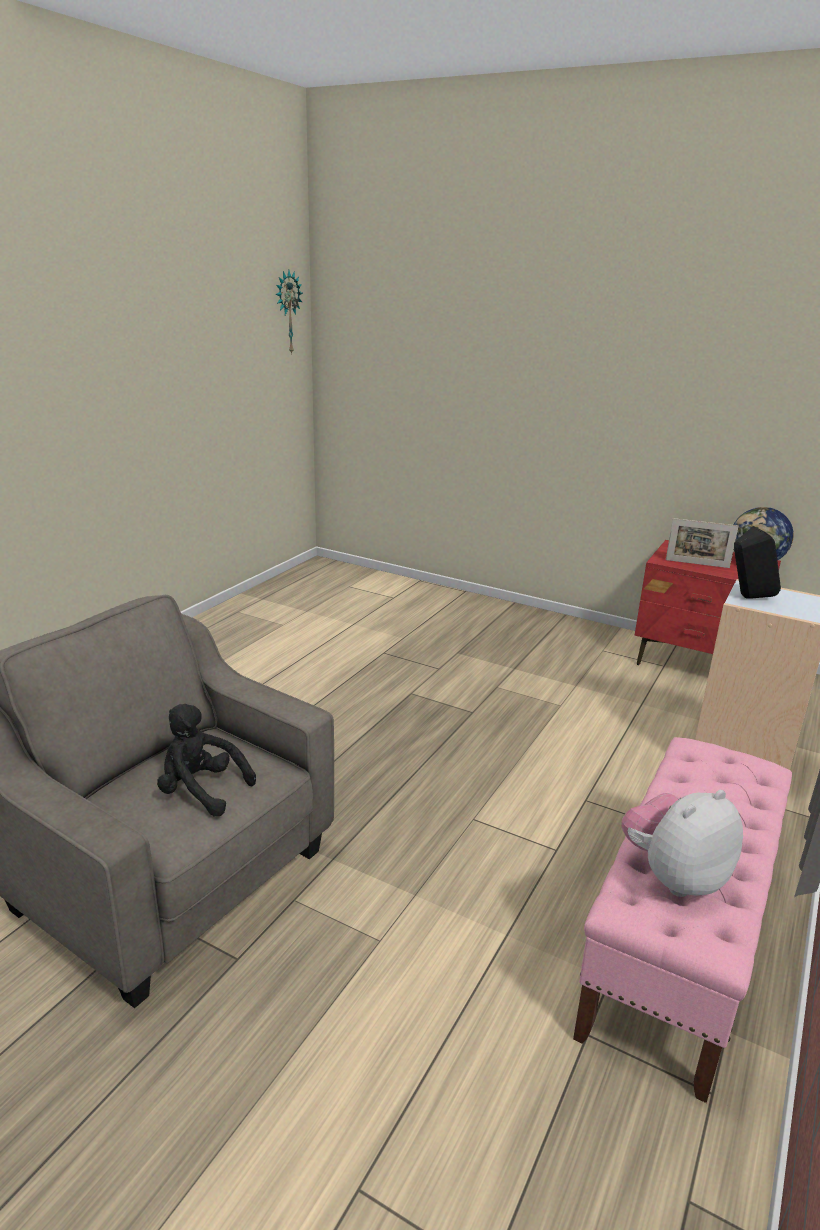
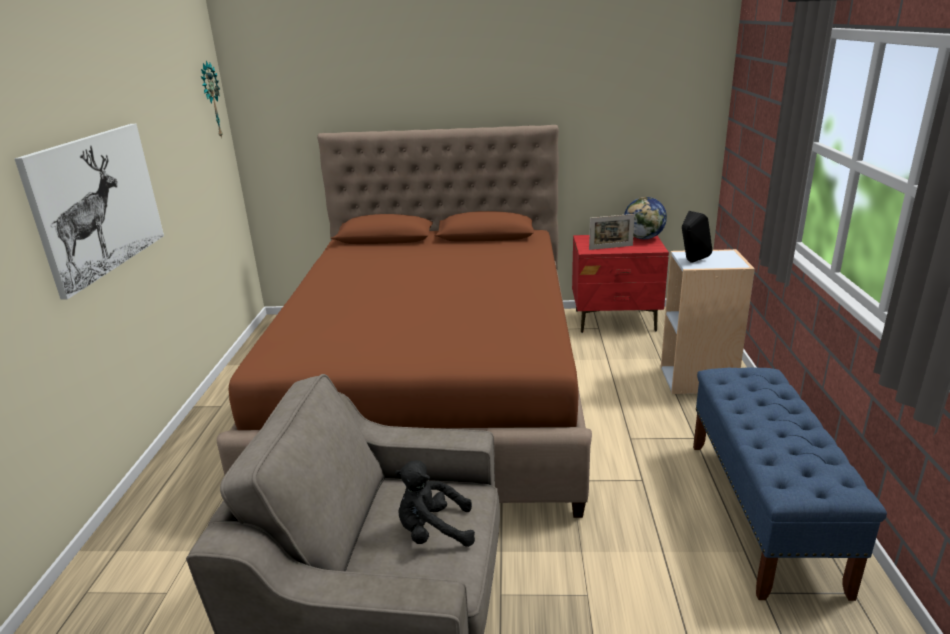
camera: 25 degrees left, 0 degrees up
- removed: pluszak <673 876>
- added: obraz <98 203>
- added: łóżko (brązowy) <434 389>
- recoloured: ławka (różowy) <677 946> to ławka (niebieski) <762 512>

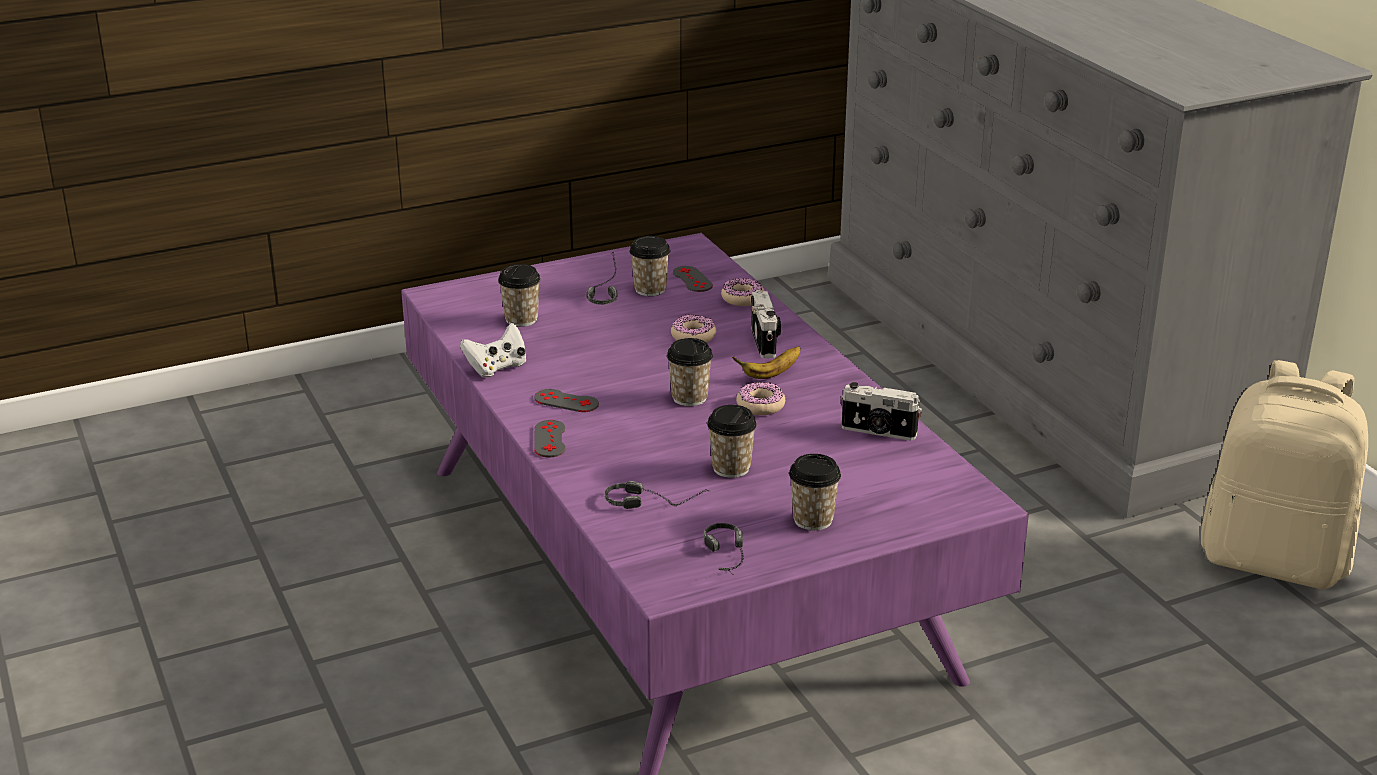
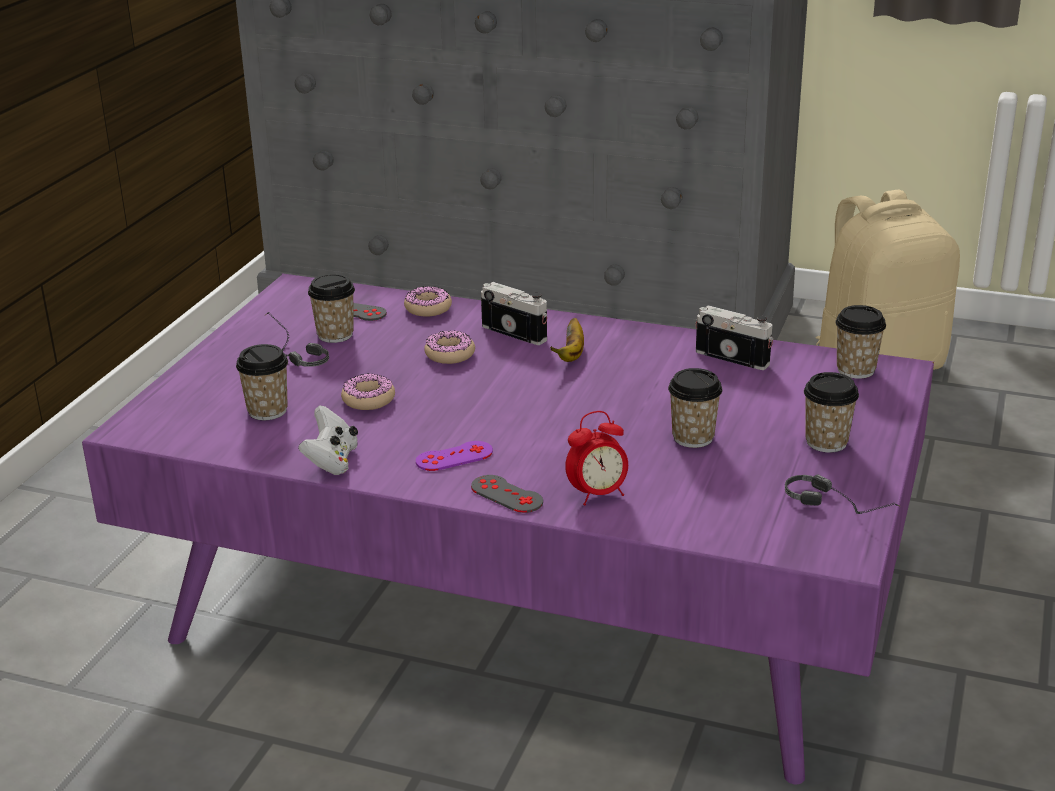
camera: 45 degrees left, 0 degrees up
- removed: słuchawki <658 502>
- added: budzik <597 494>
- moved: filiżanka <689 398> to <856 370>
- moved: donut <760 405> to <368 399>
- recoloured: pad do gier (szary) <566 401> to pad do gier (fioletowy) <454 456>
- turned: aparat fotograficzny <878 432> = <733 357> 120 degrees counterclockwise

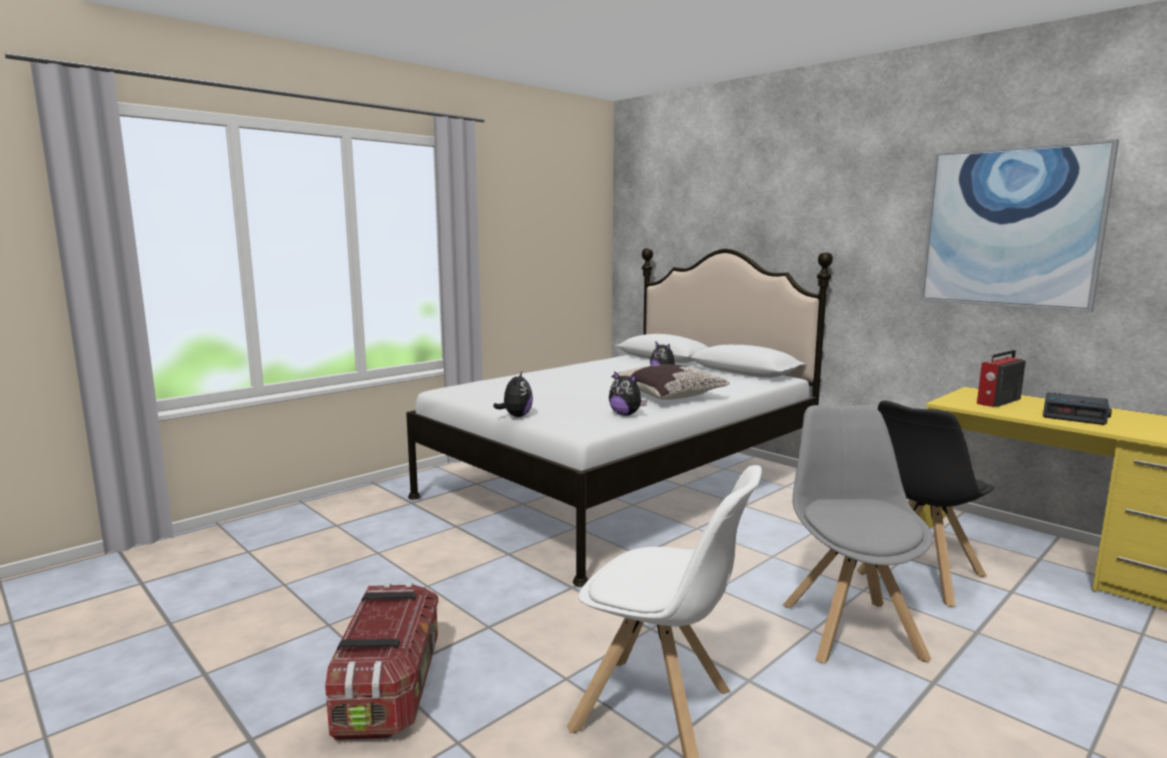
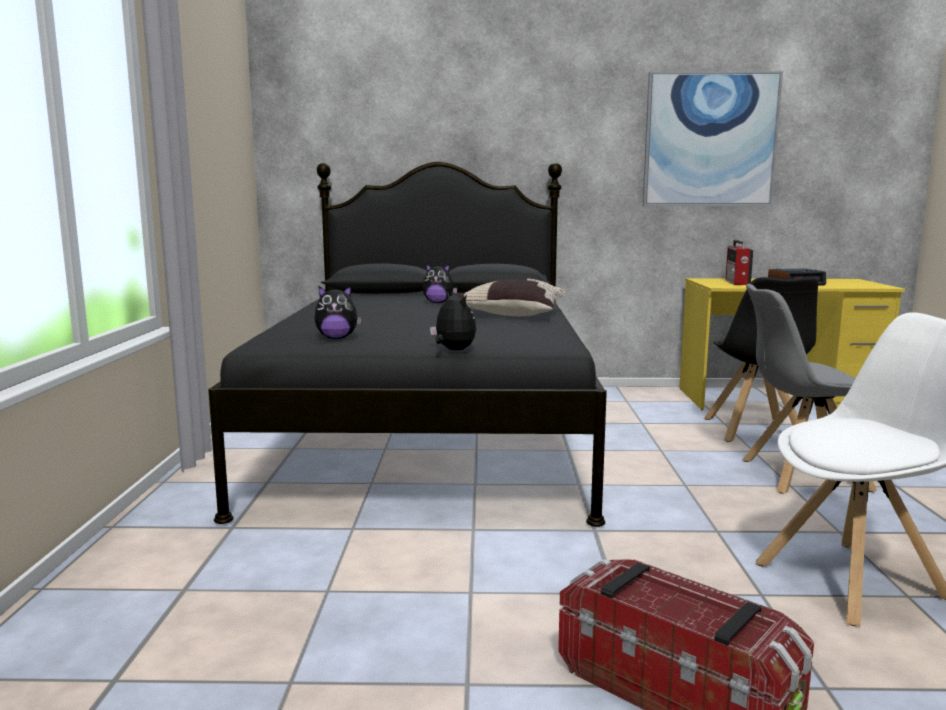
camera: 45 degrees left, 0 degrees up
- moved: pluszak <626 414> to <337 338>
- recoloured: łóżko (biały) <622 486> to łóżko (czarny) <430 438>
- turned: krzesło (szary) <848 626> = <799 475> 45 degrees counterclockwise

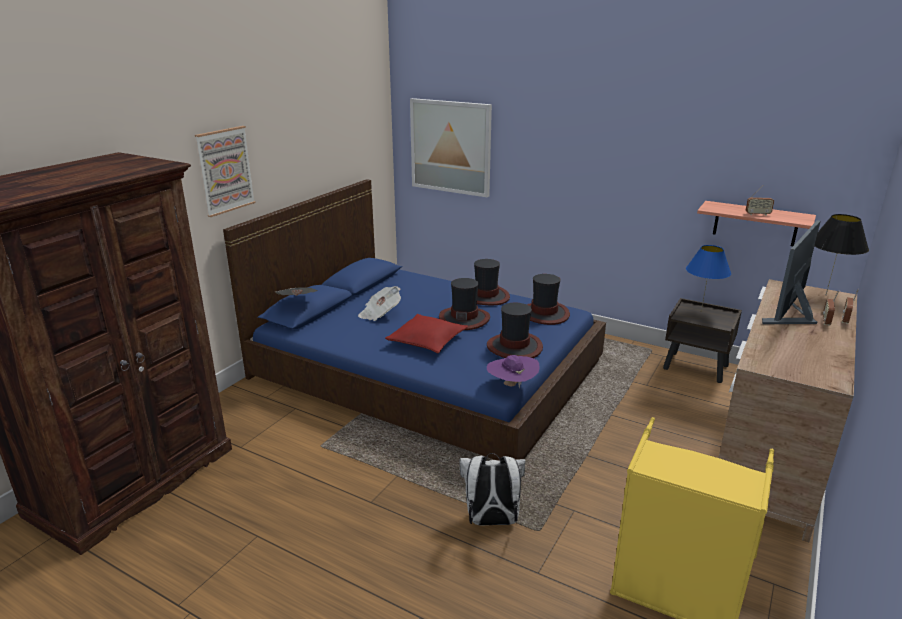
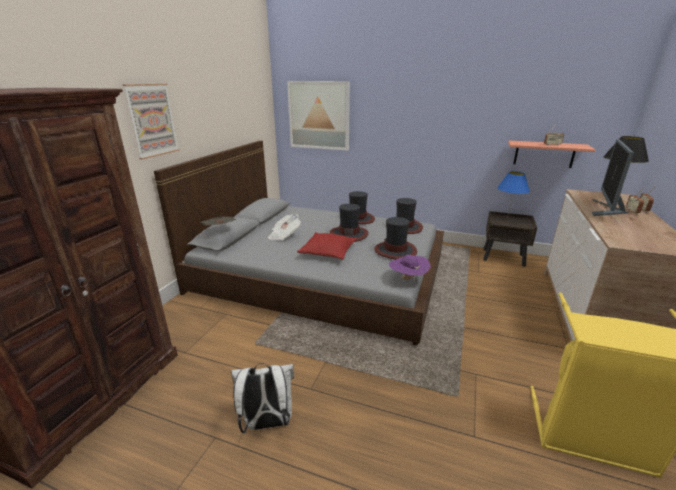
camera: 10 degrees left, 0 degrees up
- moved: plecak (biały) <491 521> to <267 423>
- recoloured: łóżko (niebieski) <427 368> to łóżko (szary) <321 274>

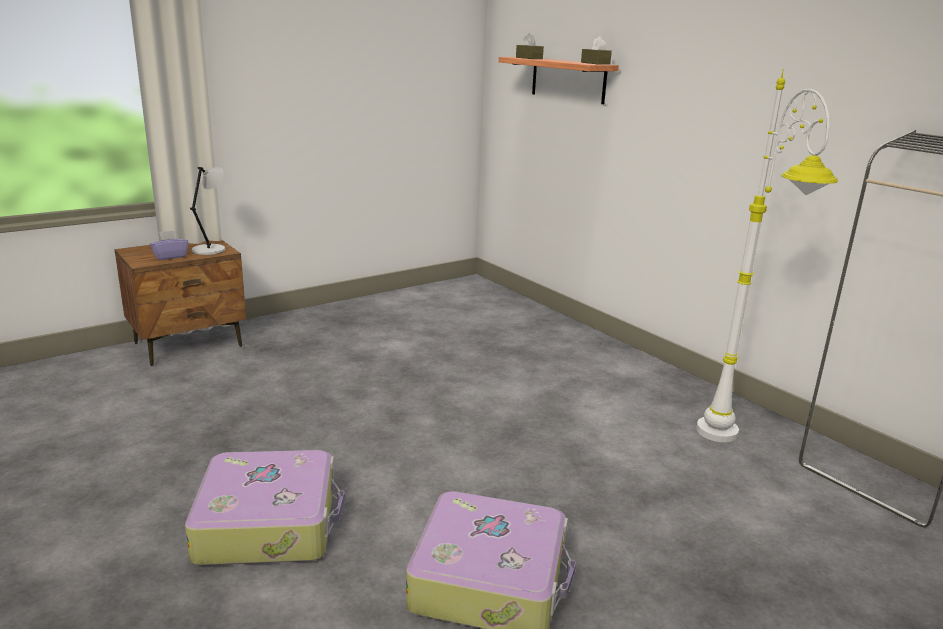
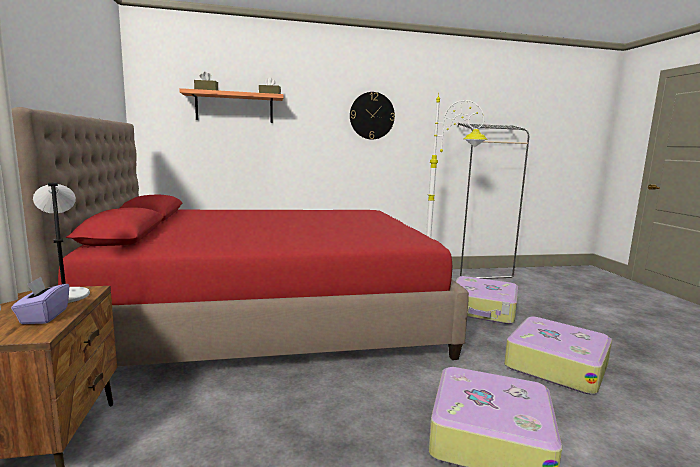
camera: 65 degrees left, 10 degrees down
- added: łóżko (czerwony) <268 318>
- added: zegar ścienny <372 116>
- added: walizka <483 310>

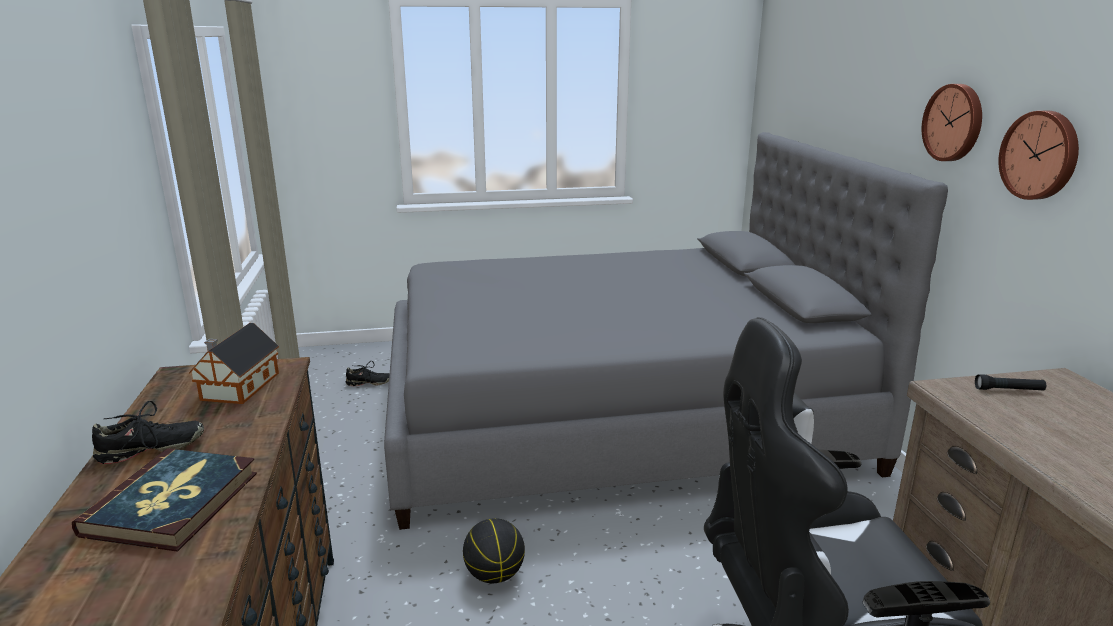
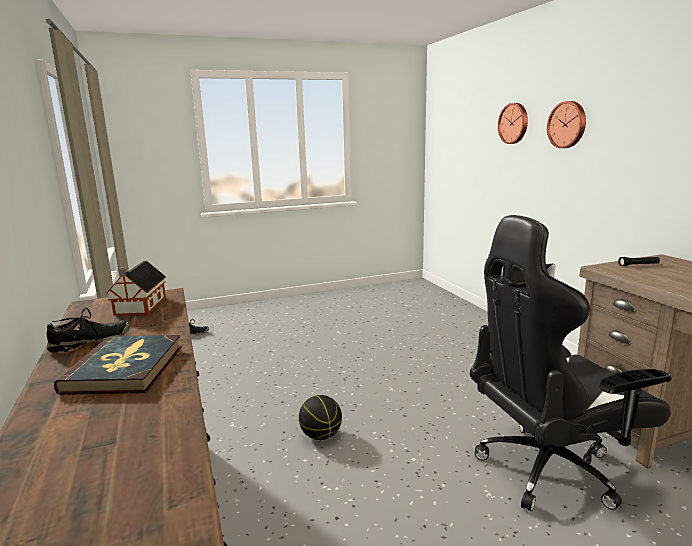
camera: 10 degrees left, 5 degrees down
- removed: łóżko (szary) <615 415>
- moved: zegar ścienny <1041 155> to <514 123>

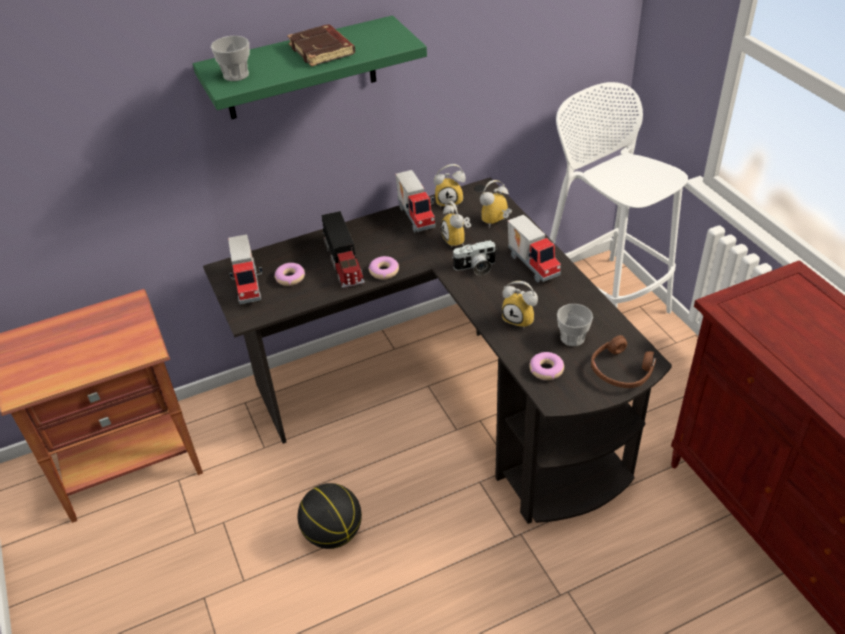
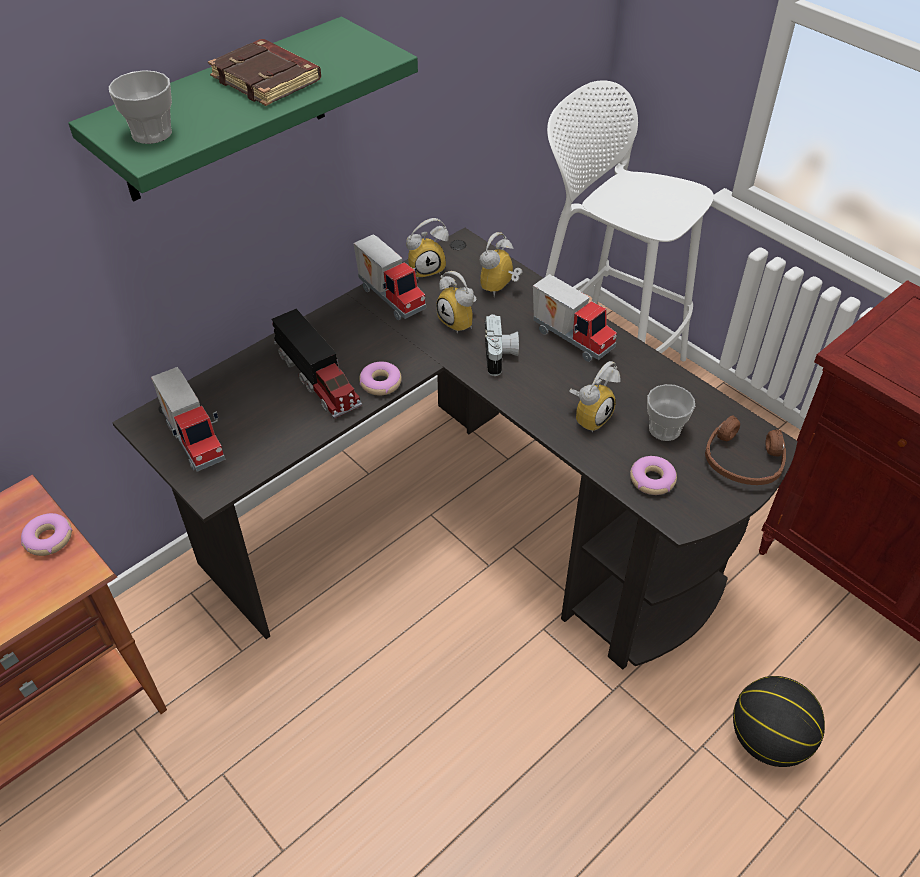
camera: 20 degrees left, 5 degrees up
- moved: donut <290 278> to <48 539>
- moved: piłka do koszykówki <333 533> to <768 739>
- turned: aparat fotograficzny <476 268> = <501 356> 60 degrees counterclockwise
- turned: budzik <521 319> = <589 416> 60 degrees counterclockwise

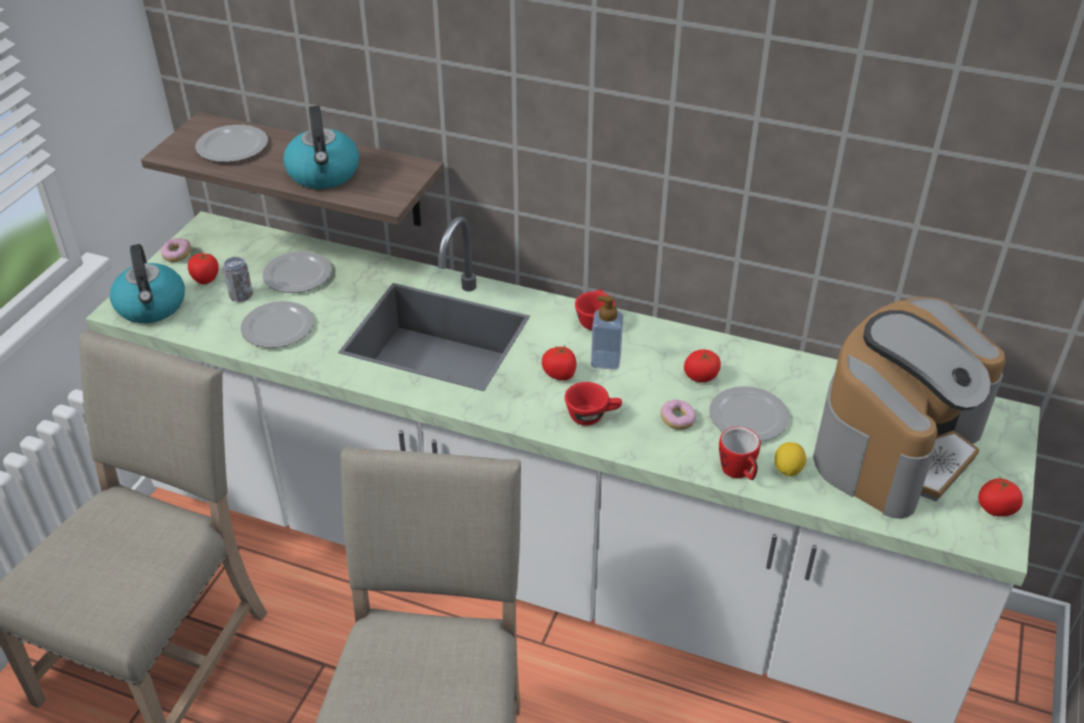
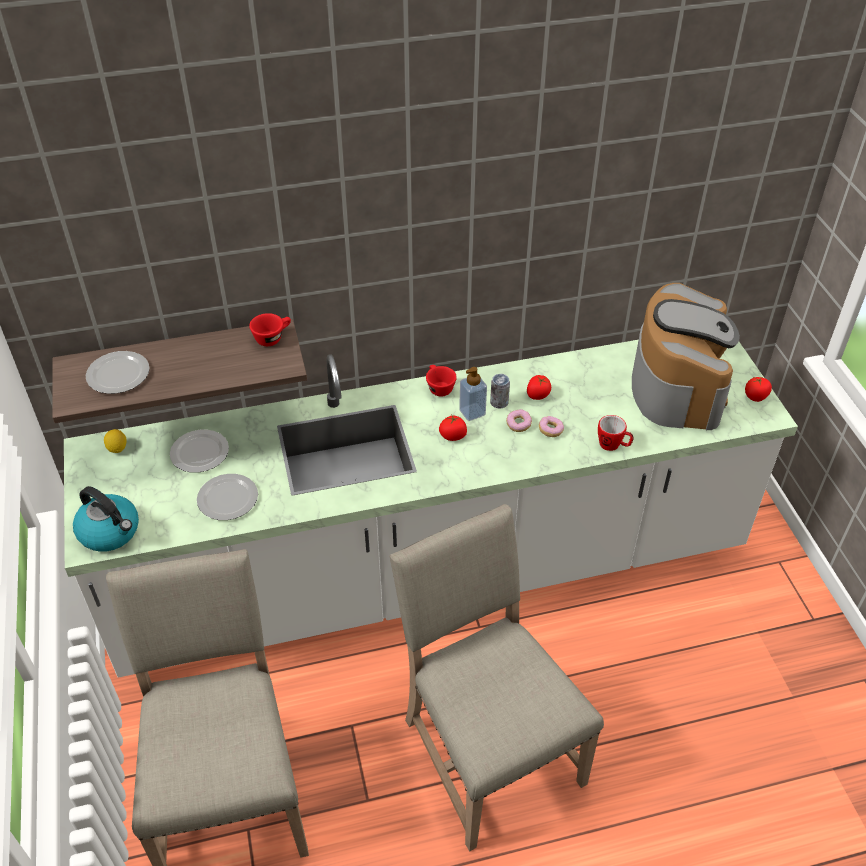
camera: 35 degrees left, 5 degrees up
- removed: pomidor <205 279>
- removed: czajnik <324 174>
- removed: talerz <748 418>
- moved: donut <177 255> to <518 425>
- moved: puszka <241 295> to <499 402>
- moved: filiżanka (czerwony) <592 416> to <272 337>
- moved: cytryna <788 469> to <117 448>

